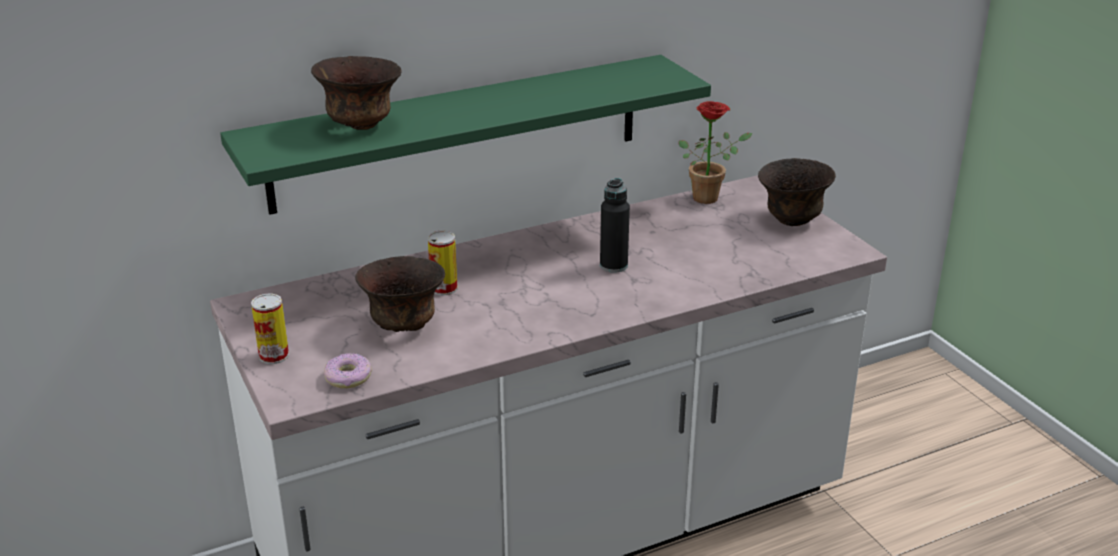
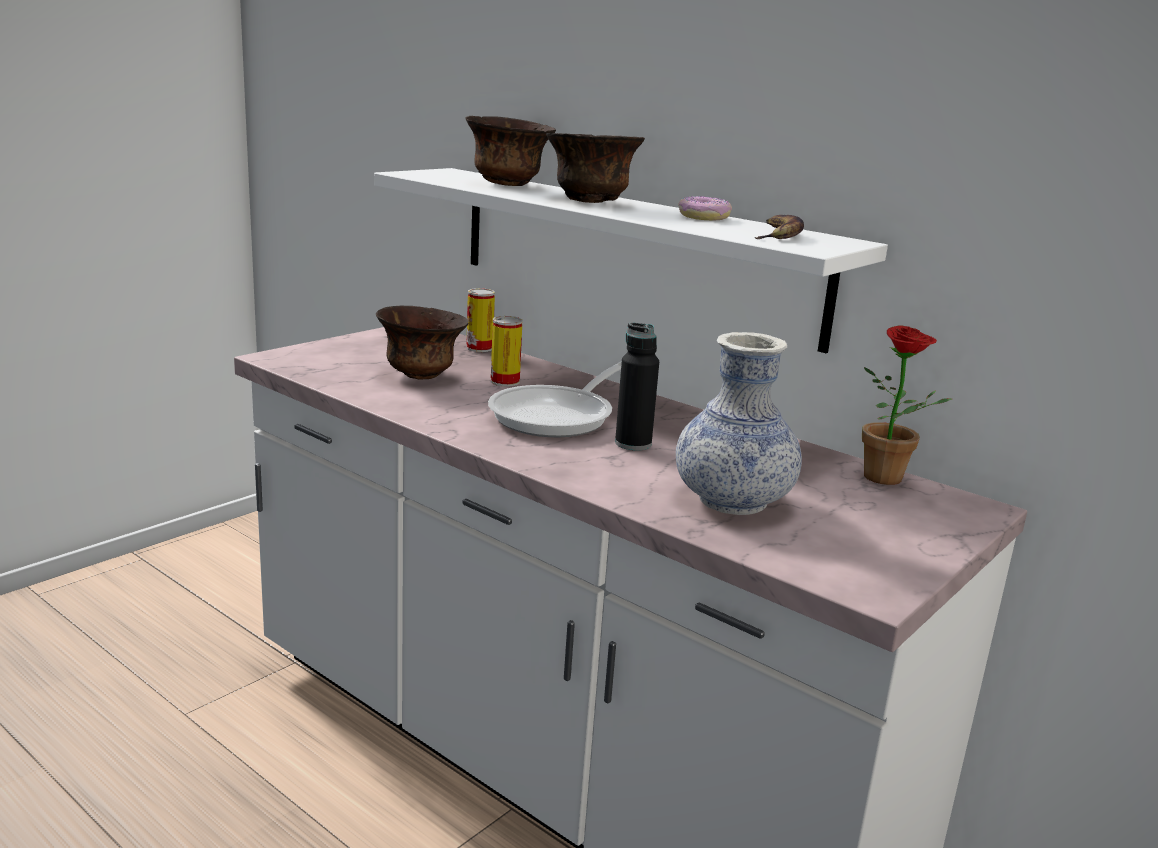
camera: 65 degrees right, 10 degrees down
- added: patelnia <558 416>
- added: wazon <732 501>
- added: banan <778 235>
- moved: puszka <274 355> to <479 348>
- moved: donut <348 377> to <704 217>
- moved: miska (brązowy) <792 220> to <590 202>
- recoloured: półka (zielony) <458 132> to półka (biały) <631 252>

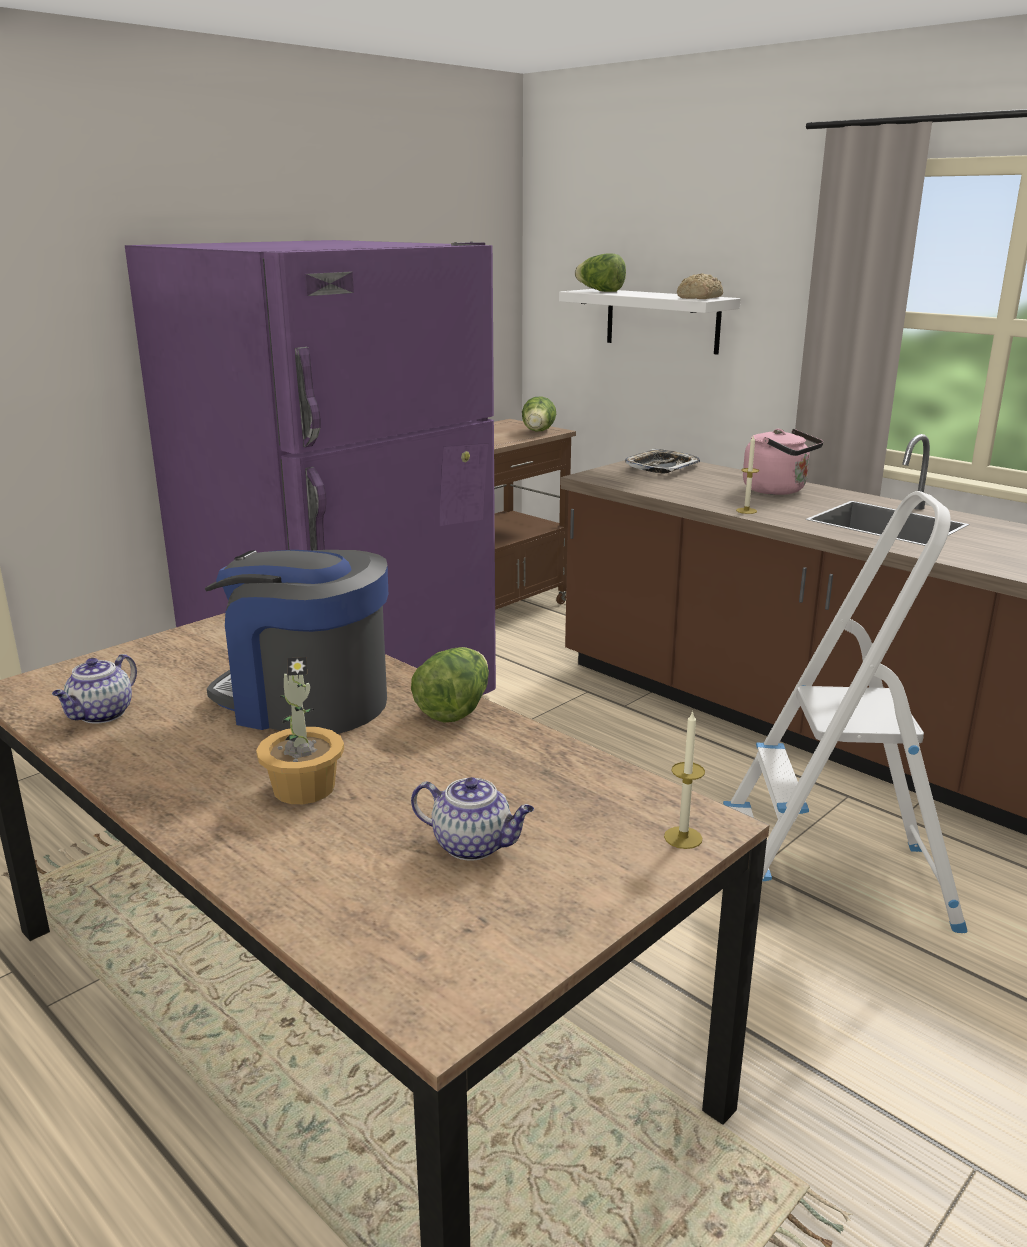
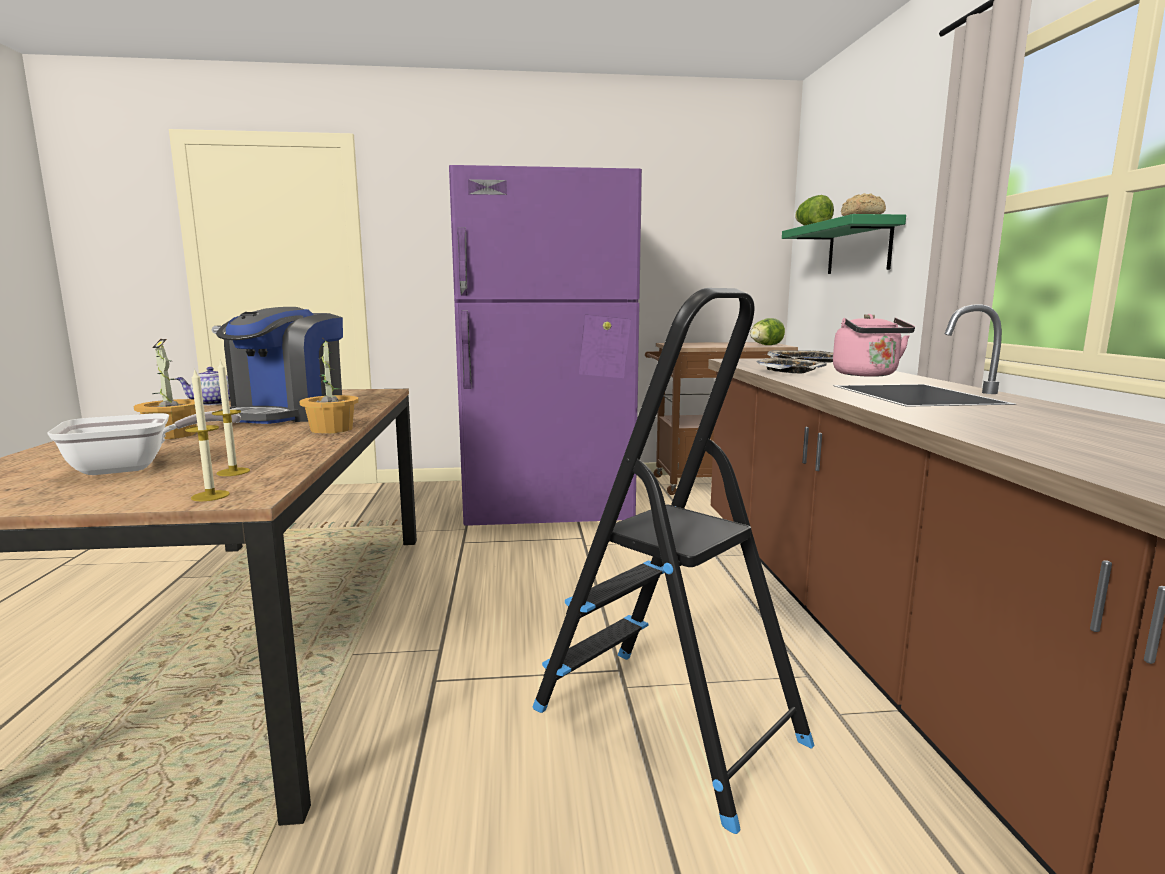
camera: 40 degrees right, 10 degrees down
- added: taca <790 371>
- moved: świeca <746 511> to <233 472>
- replaced: sałata <455 709> to roślina doniczkowa <331 429>
- replaced: imbryk <474 845> to patelnia <134 467>
- recoloured: półka (biały) <662 320> to półka (zielony) <859 248>
- recoloured: drabinka (biały) <825 884> to drabinka (czarny) <664 724>
- turned: ekspres do kawy <306 702> = <288 414> 135 degrees counterclockwise

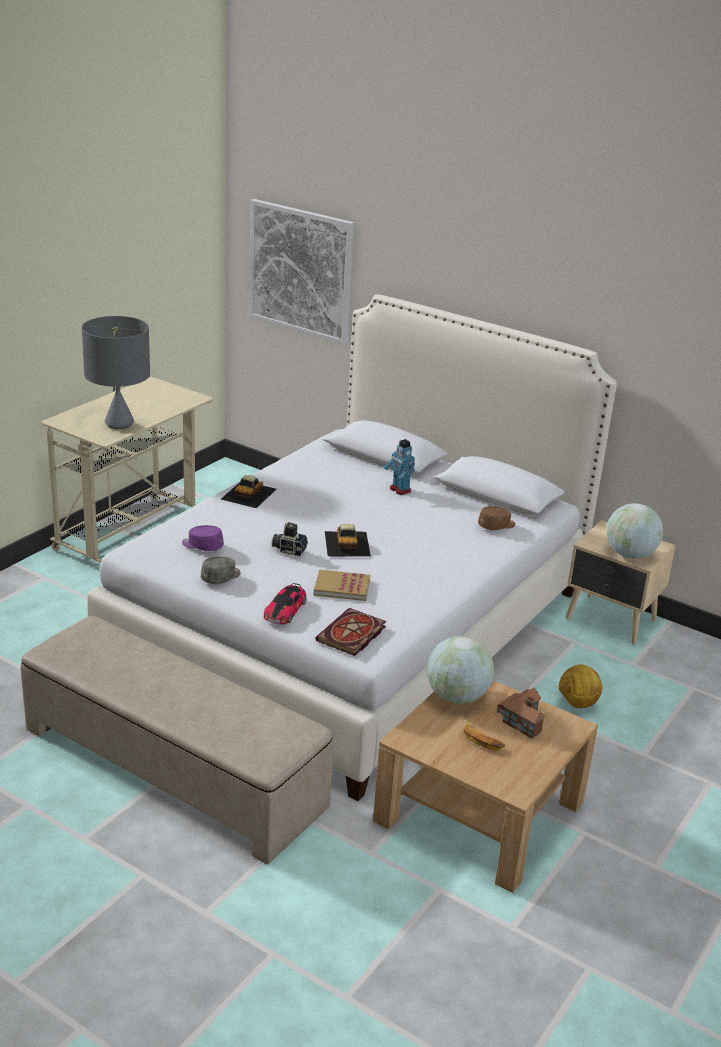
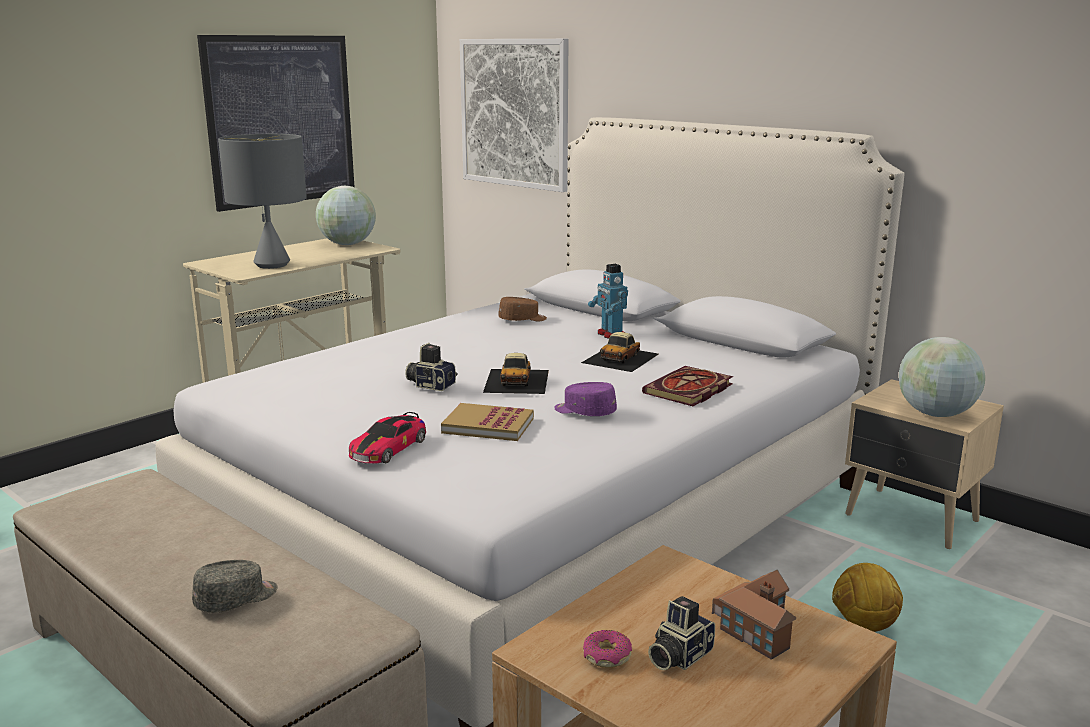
camera: 10 degrees right, 10 degrees down
- added: obraz <281 120>
- added: donut <606 657>
- moved: czapka z daszkiem (fioletowy) <202 546> to <584 412>
- moved: czapka z daszkiem (szary) <221 577> to <237 599>
- moved: samochodzik <249 494> to <621 358>
- moved: książka <351 635> to <688 390>
- moved: globus <457 697> to <348 244>
- moved: czapka z daszkiem (brązowy) <496 526> to <523 320>
- replaced: banan <481 739> to aparat fotograficzny <678 656>

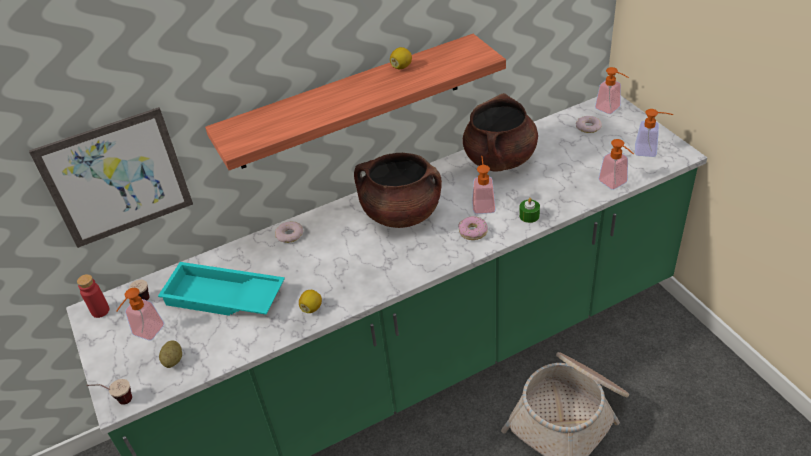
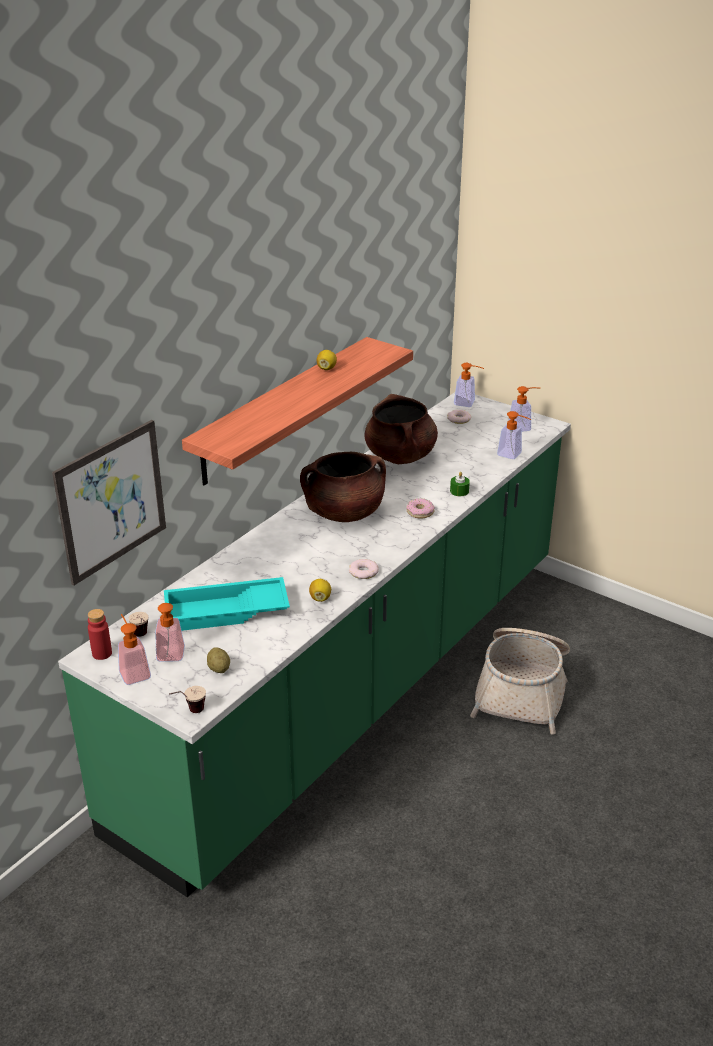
camera: 30 degrees left, 10 degrees down
- moved: donut <289 234> to <363 572>
- moved: dozownik mydła <483 203> to <133 671>

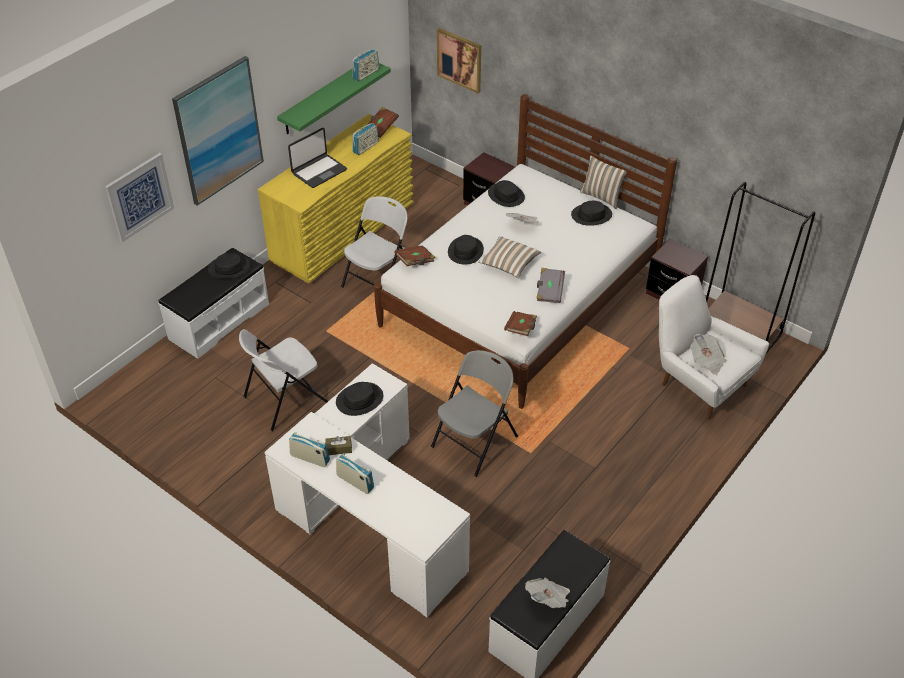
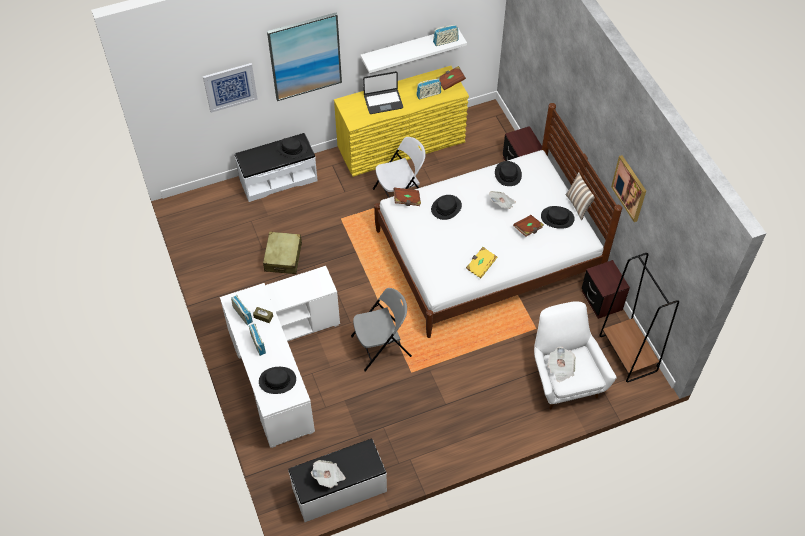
camera: 30 degrees right, 10 degrees up
- removed: poduszka <509 264>
- moved: kapelusz (czarny) <359 400> to <277 381>
- moved: obraz <459 60> to <629 188>
- moved: książka (brązowy) <521 329> to <528 229>
- replaced: krzesło (biały) <285 399> to walizka (beżowy) <283 257>
- recoloured: półka (zielony) <325 97> to półka (biały) <409 48>
- recoloured: książka (szary) <549 291> to książka (żółty) <480 265>

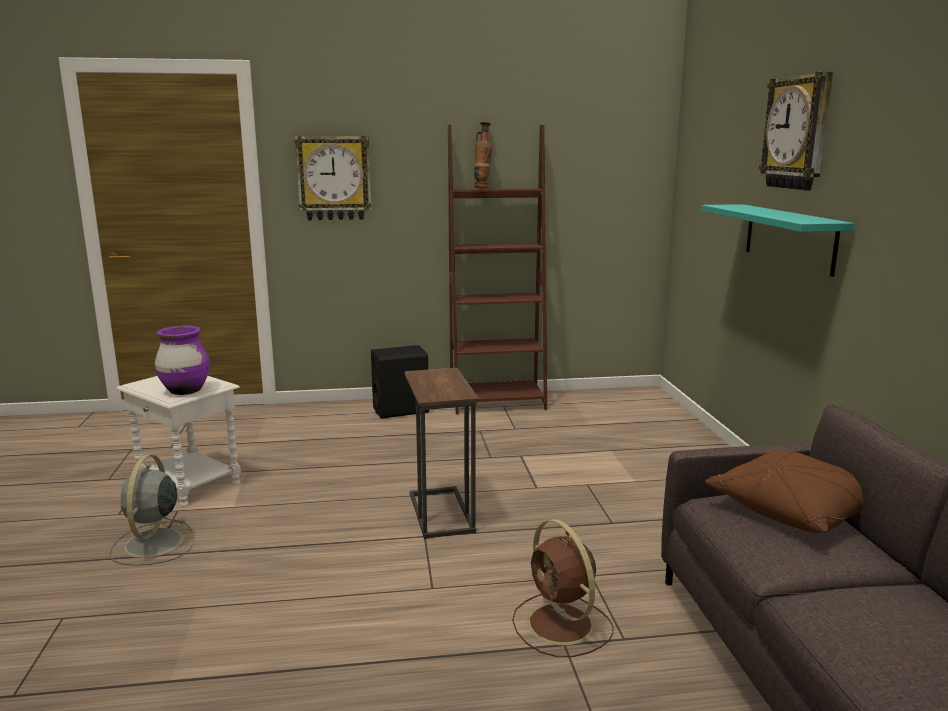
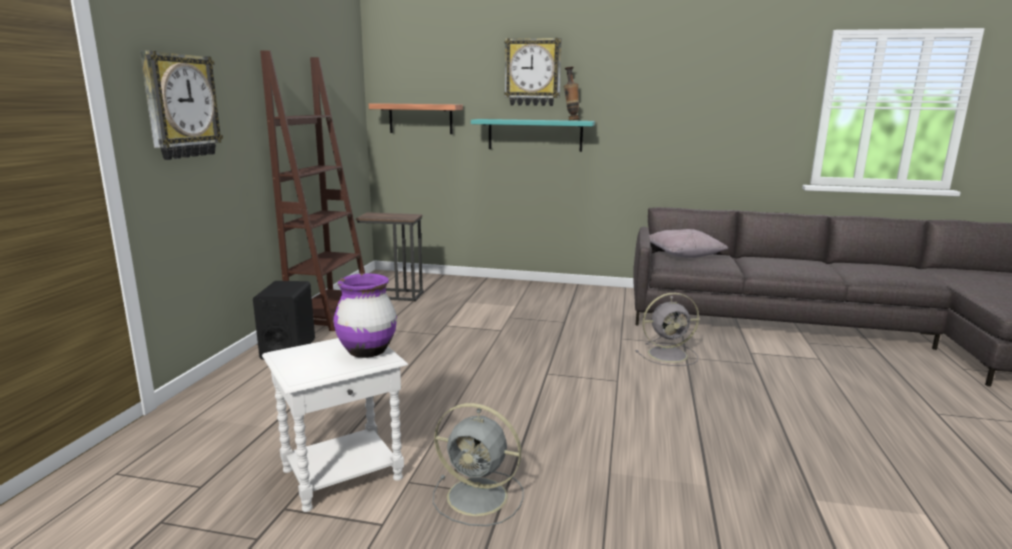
camera: 70 degrees left, 0 degrees up
- added: półka <420 118>
- moved: stolik (brązowy) <442 513> to <393 295>
- moved: wazon <482 188> to <570 120>
- recoloured: wentylator (brązowy) <562 626> to wentylator (szary) <669 354>
- recoloured: poduszka (brązowy) <795 509> to poduszka (fioletowy) <682 254>

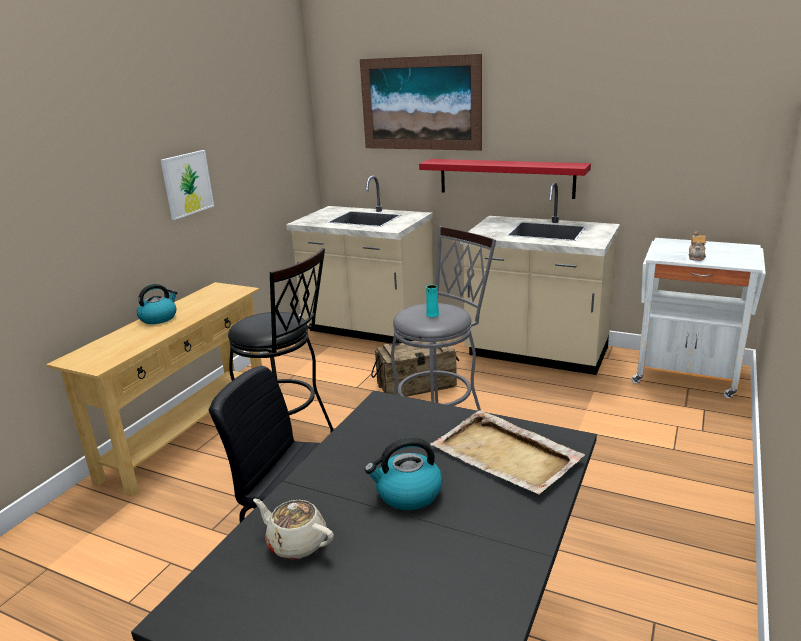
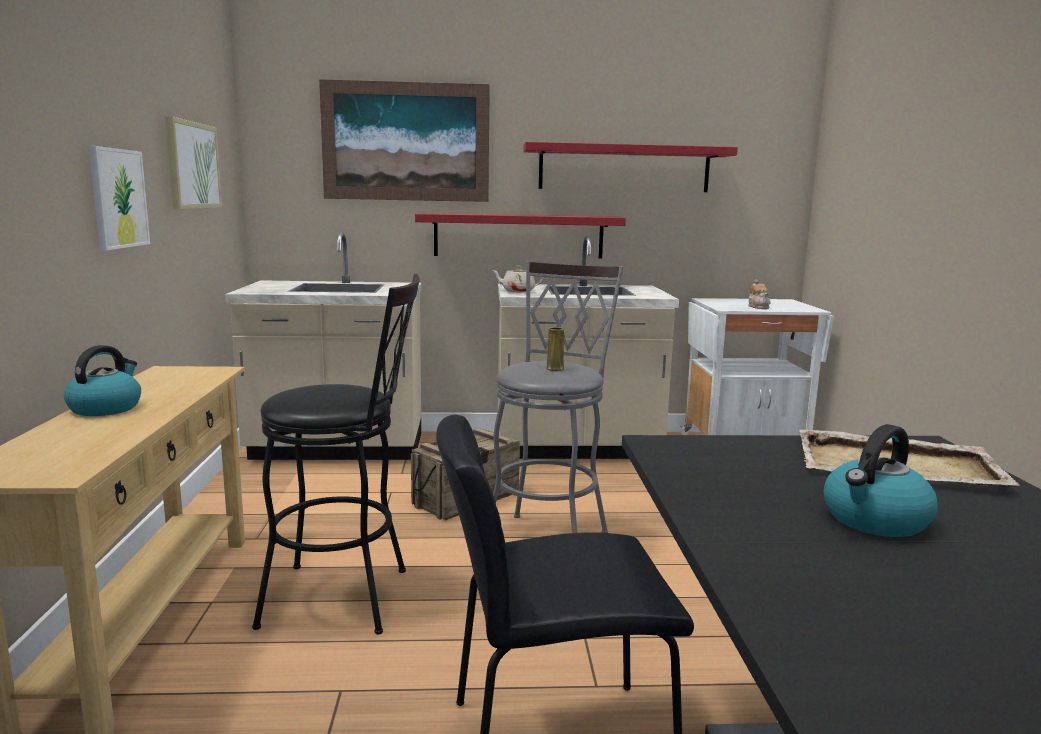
camera: 30 degrees left, 10 degrees down
- added: obraz <192 165>
- added: półka (czerwony) <624 168>
- moved: imbryk (beżowy) <296 543> to <517 291>
- recoloured: wazon (turkusowy) <432 314> to wazon (żółty) <555 369>

